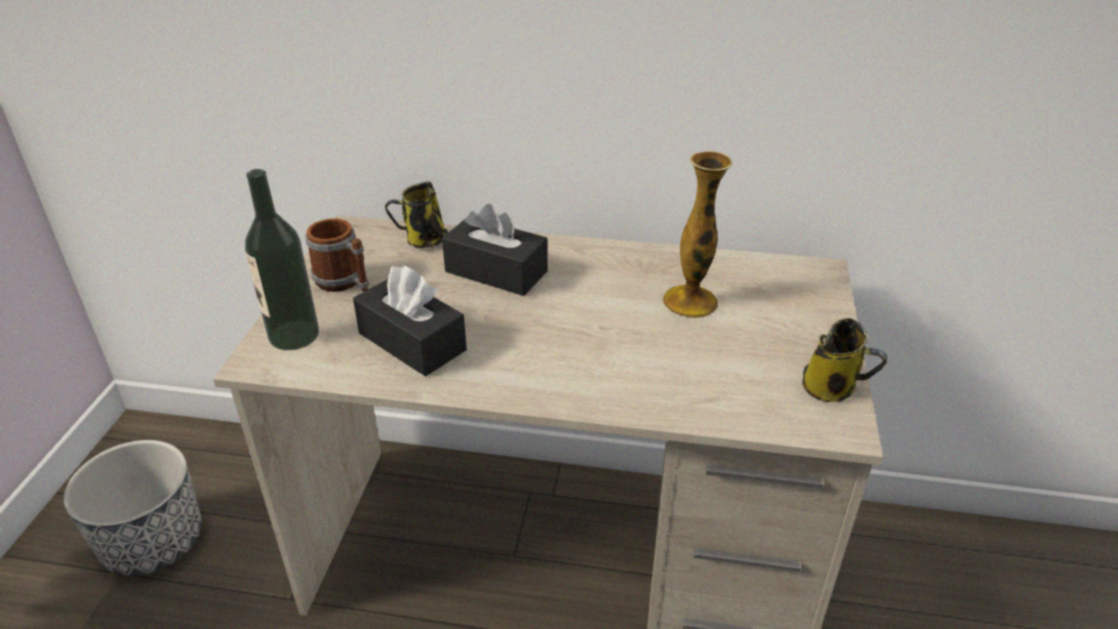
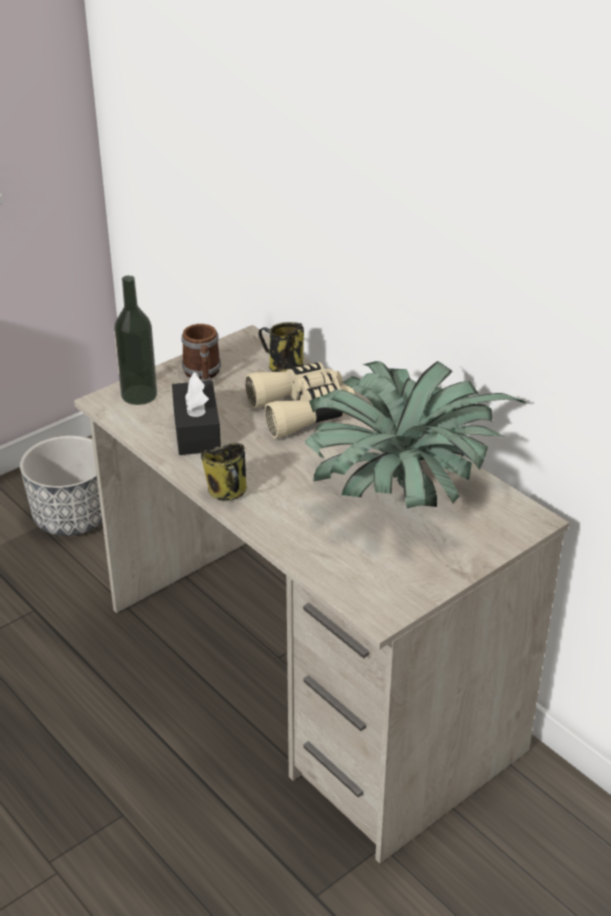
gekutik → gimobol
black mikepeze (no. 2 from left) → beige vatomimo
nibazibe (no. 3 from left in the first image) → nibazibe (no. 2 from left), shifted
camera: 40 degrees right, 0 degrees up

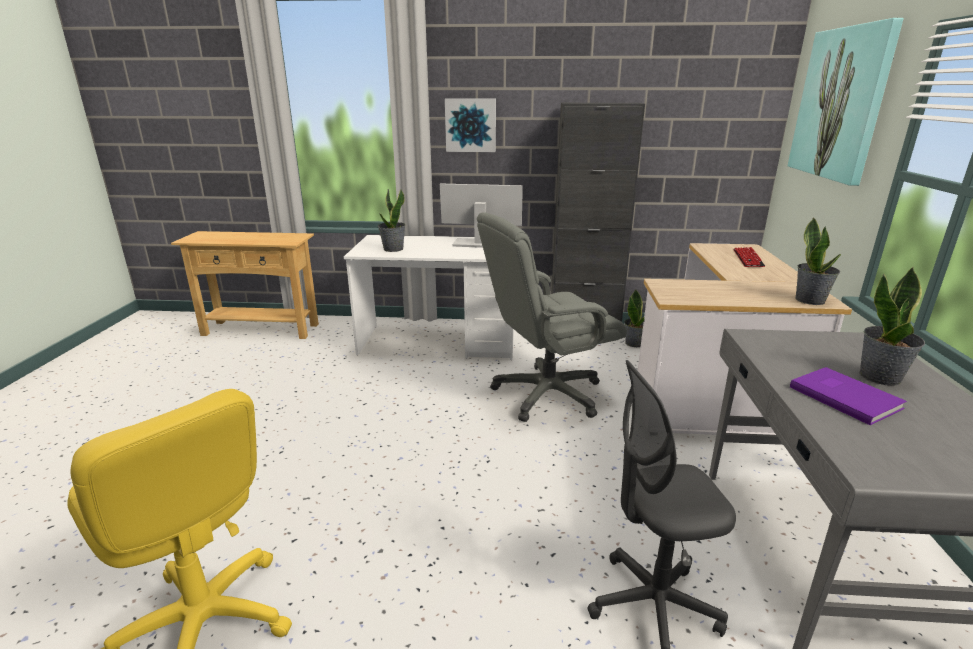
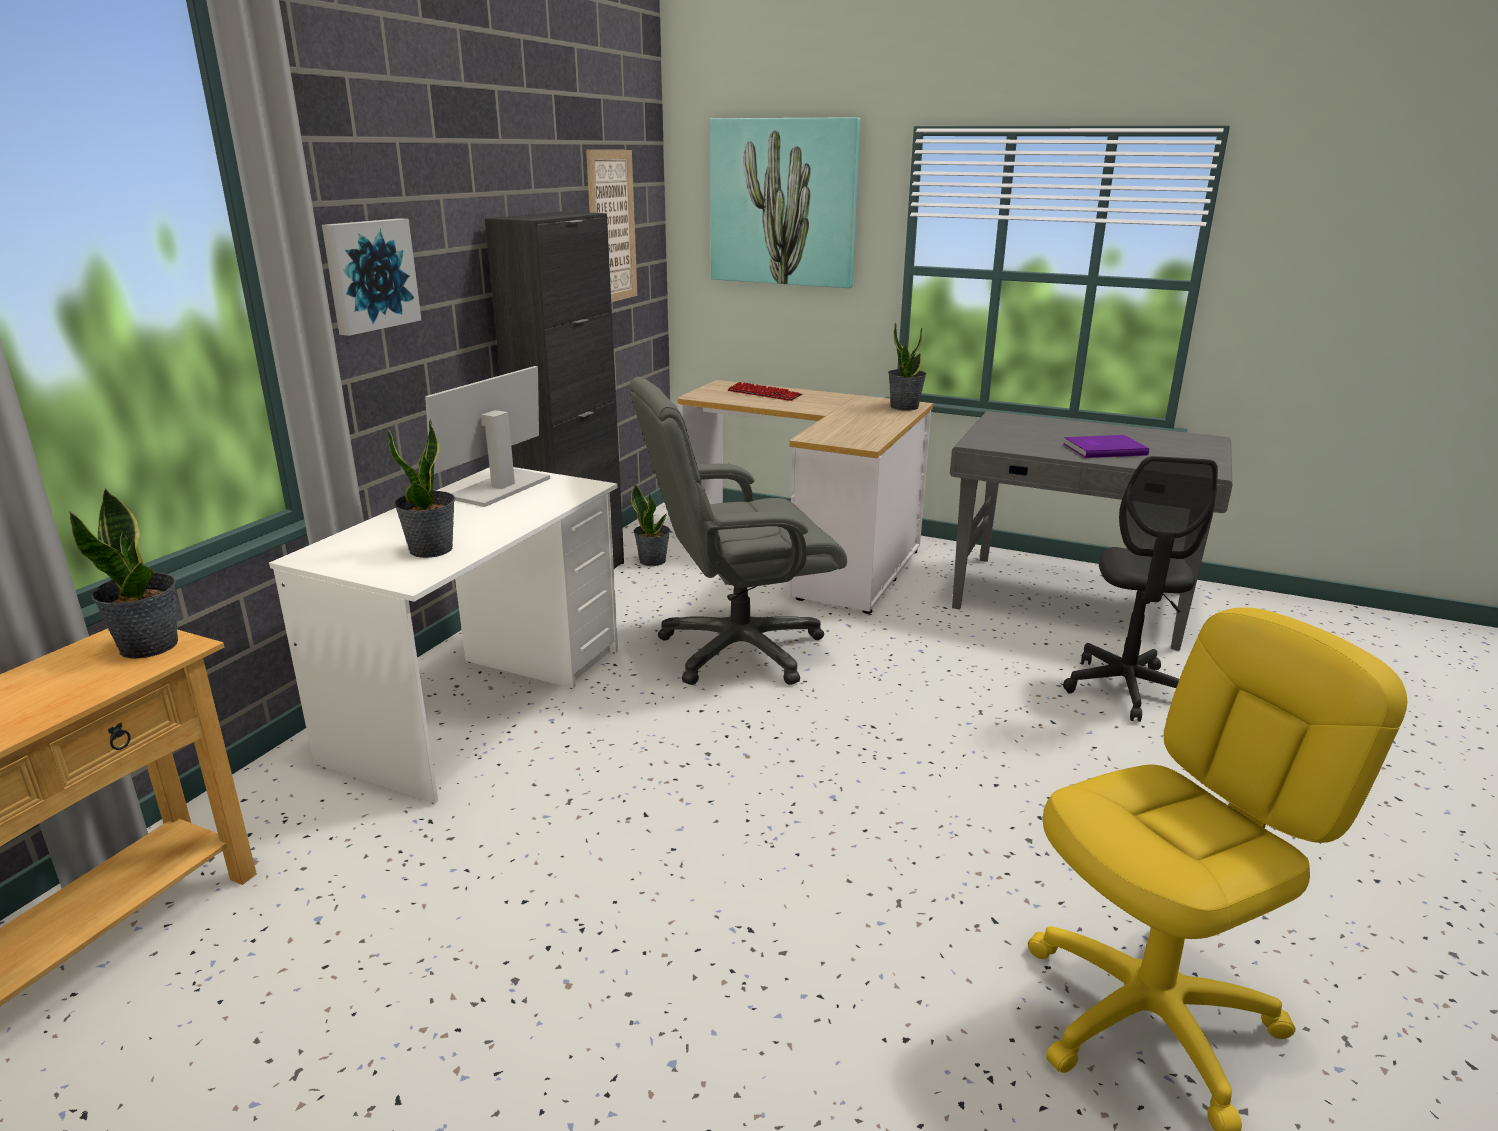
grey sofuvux (no. 1 from left), 75 degrees clockwise
gimobol (no. 4 from left in the first image) → gimobol (no. 1 from left), shifted
- → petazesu (no. 2 from left)
camera: 70 degrees left, 0 degrees up

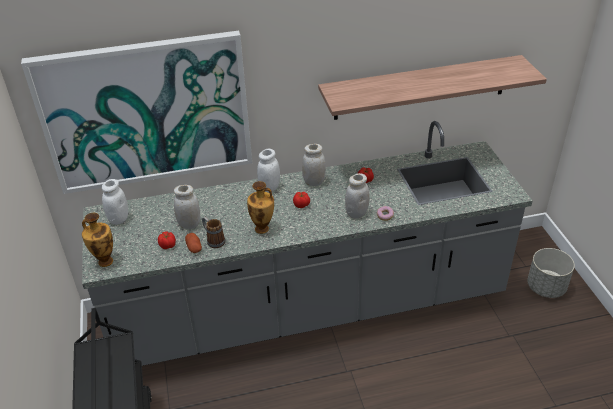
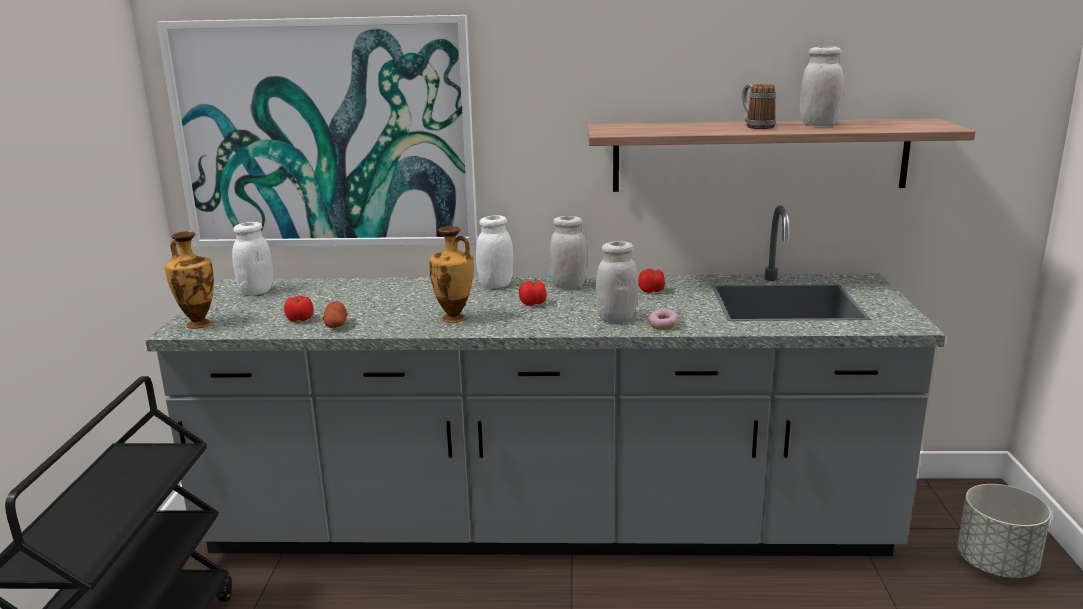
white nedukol (no. 2 from left in the first image) → white nedukol (no. 5 from left), shifted
nibazibe, shifted
camera: 15 degrees right, 20 degrees down

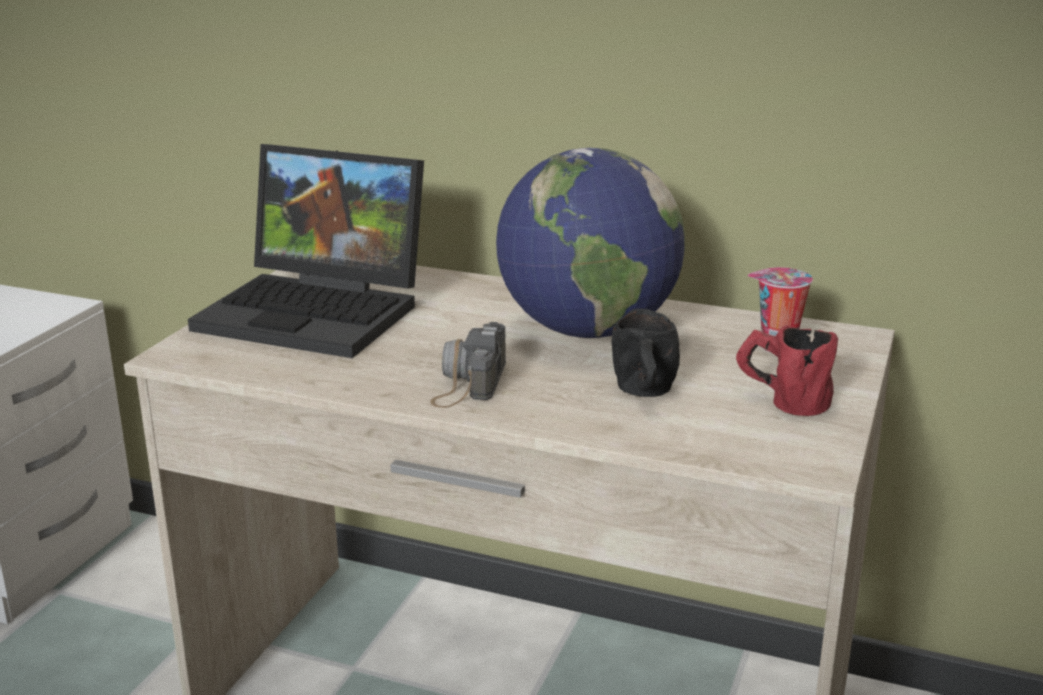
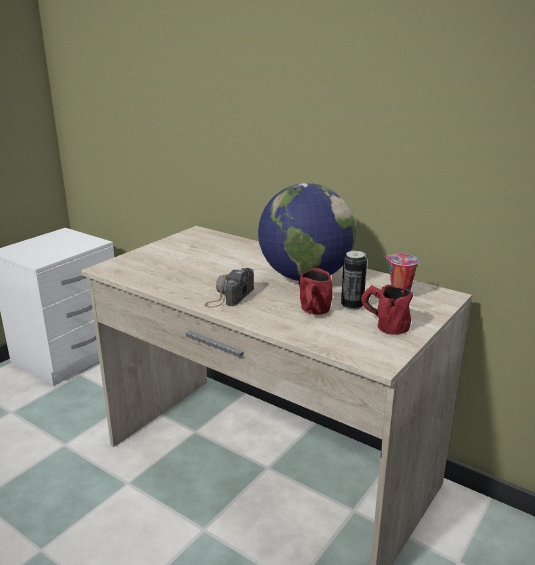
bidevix → -
black nibazibe → red nibazibe (no. 1 from left)
- → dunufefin
camera: 15 degrees right, 0 degrees up

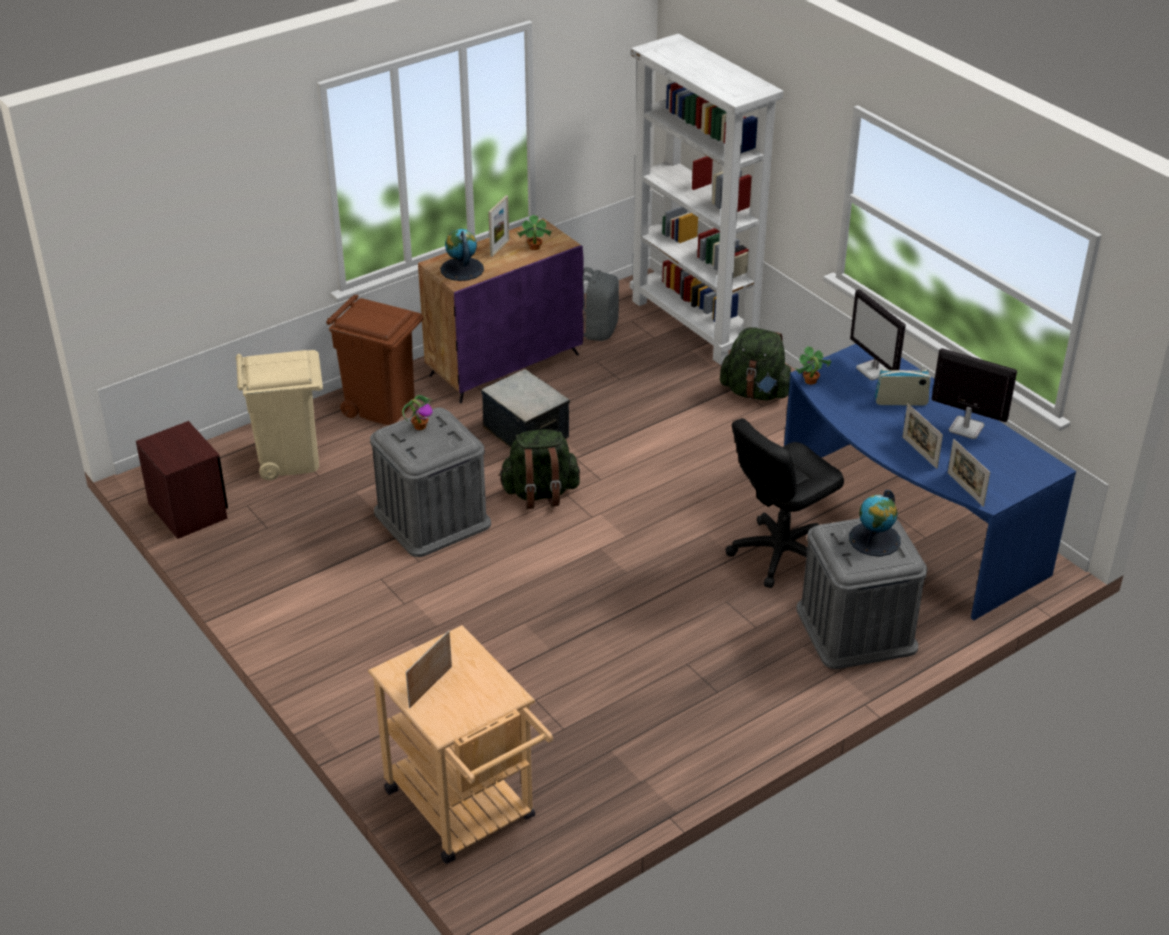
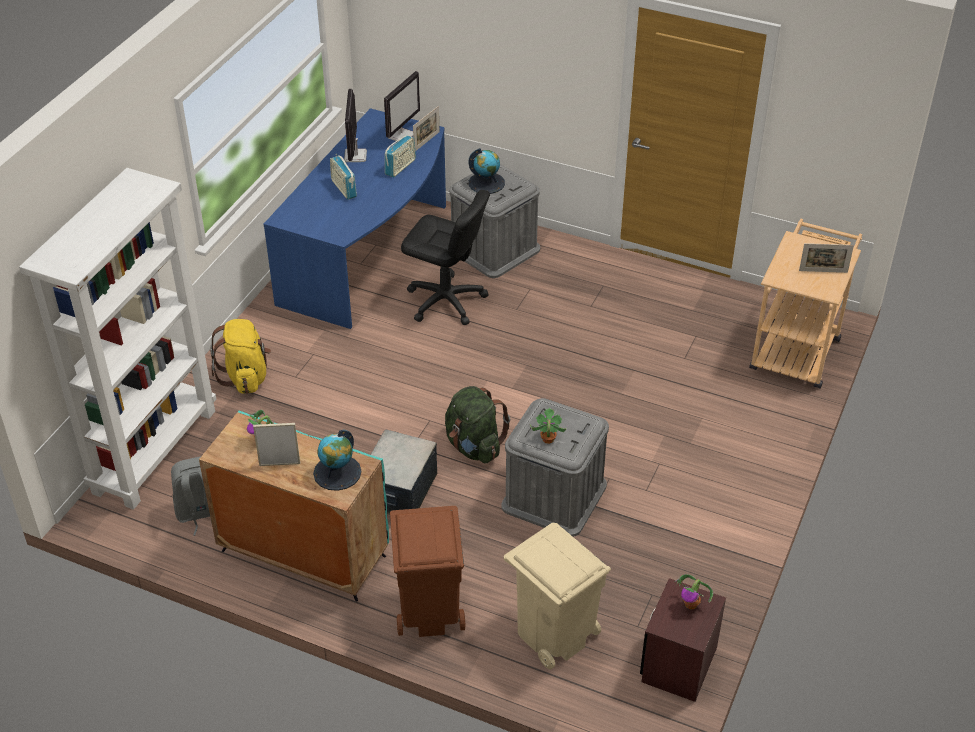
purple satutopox → turquoise satutopox
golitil (no. 1 from left in the first image) → golitil (no. 2 from left), shifted
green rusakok (no. 2 from left) → yellow rusakok
gimobol (no. 3 from left), shifted
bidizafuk (no. 3 from left) → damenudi (no. 2 from left)
camera: 120 degrees left, 5 degrees up

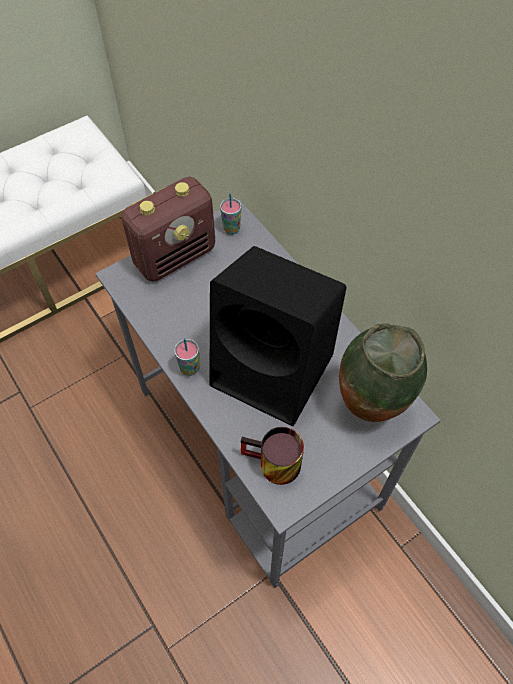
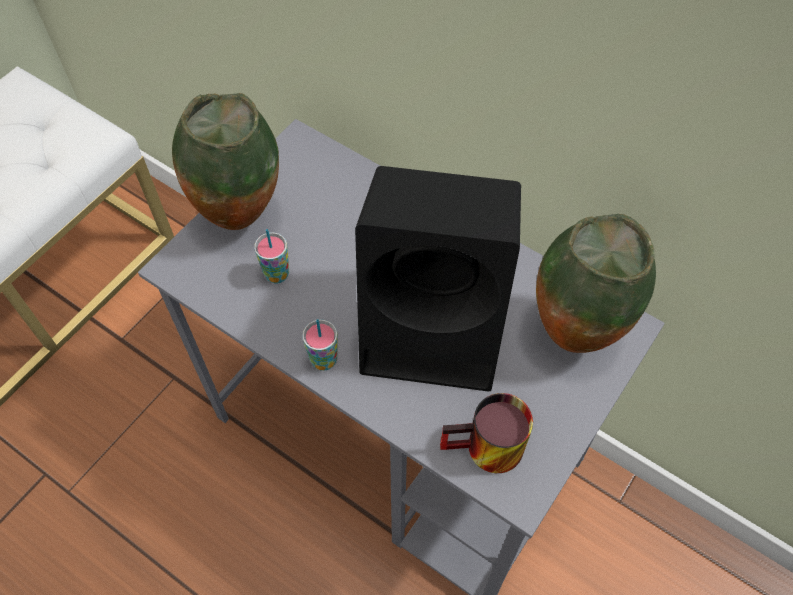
damenudi → gekutik (no. 1 from left)
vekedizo (no. 2 from left in the first image) → vekedizo (no. 1 from left), shifted
camera: 20 degrees left, 0 degrees up

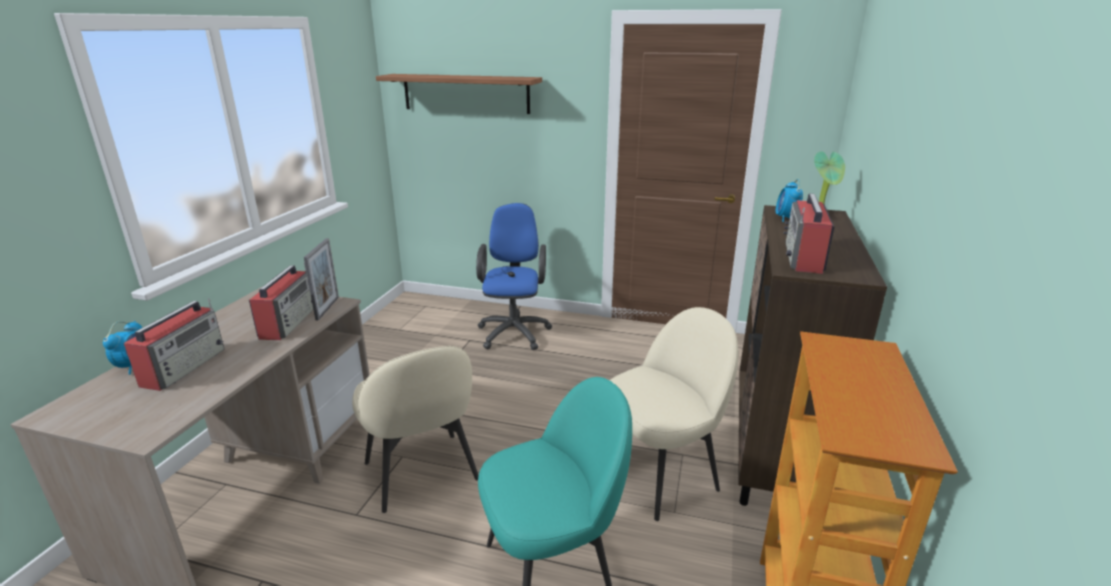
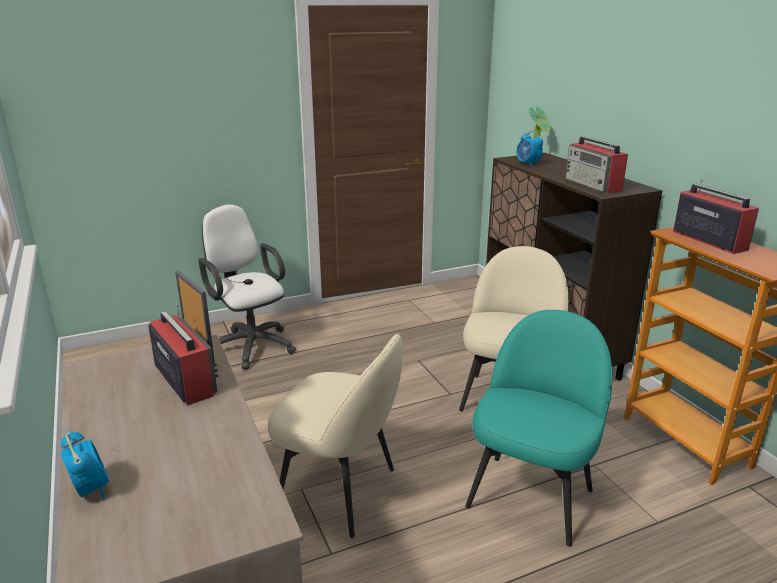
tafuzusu → -
blue sofuvux → white sofuvux
damenudi (no. 1 from left in the first image) → damenudi (no. 3 from left), shifted
camera: 40 degrees left, 0 degrees up

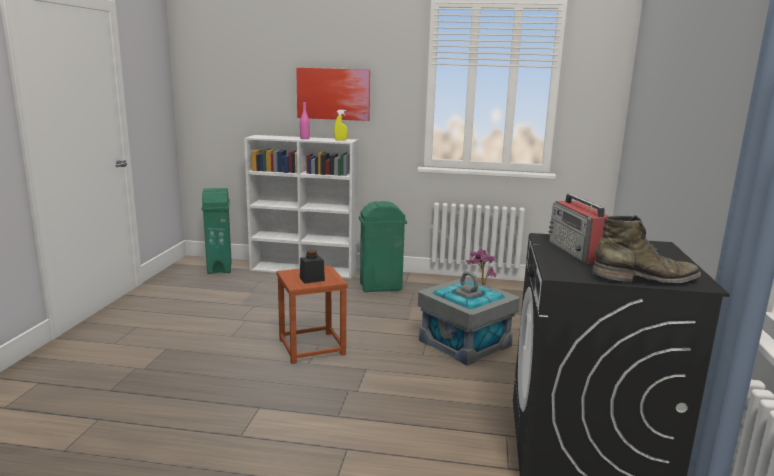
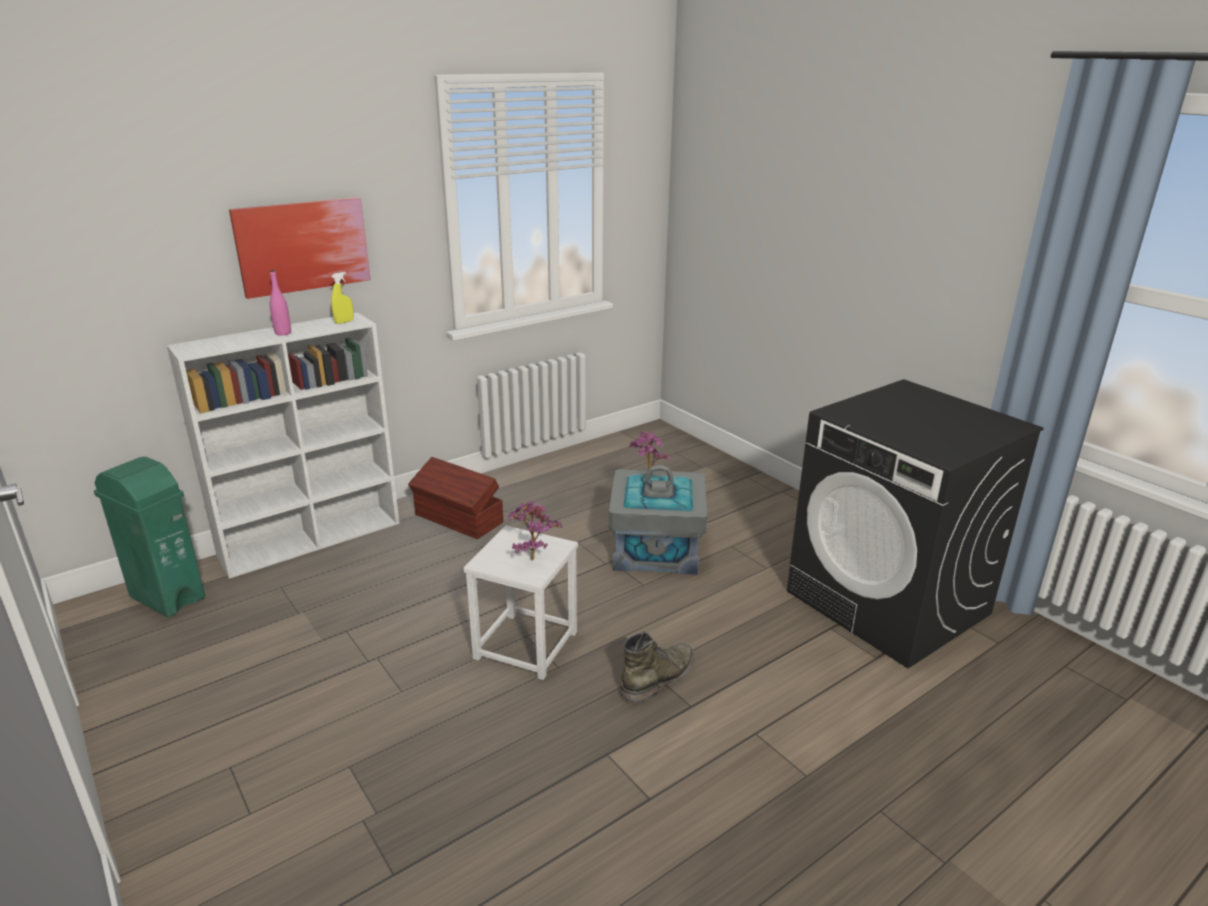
damenudi → -
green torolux (no. 2 from left) → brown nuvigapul
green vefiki, shifted
black nedukol → gimobol (no. 1 from left)
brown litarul → white litarul
camera: 45 degrees left, 10 degrees up

